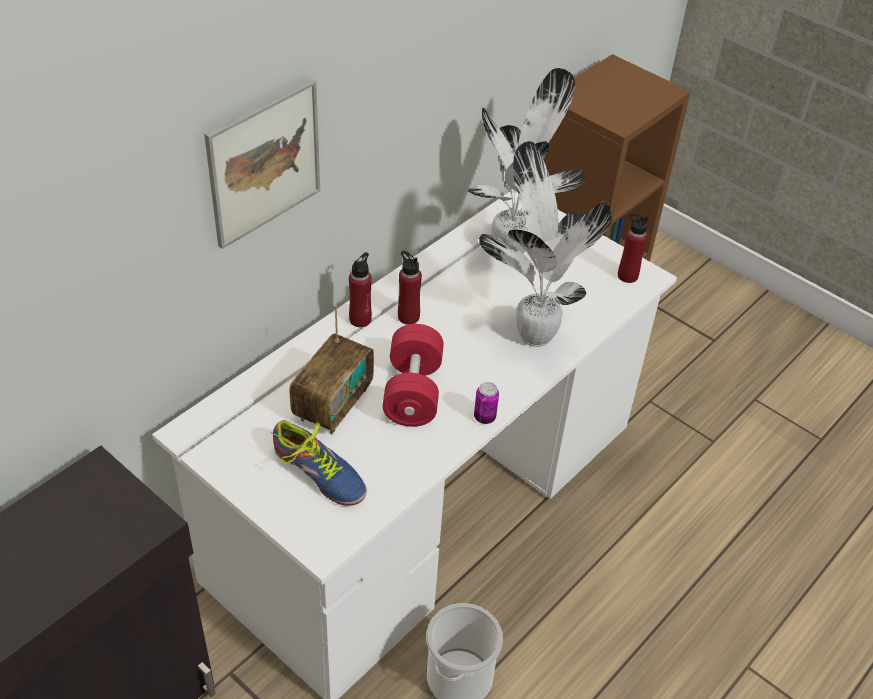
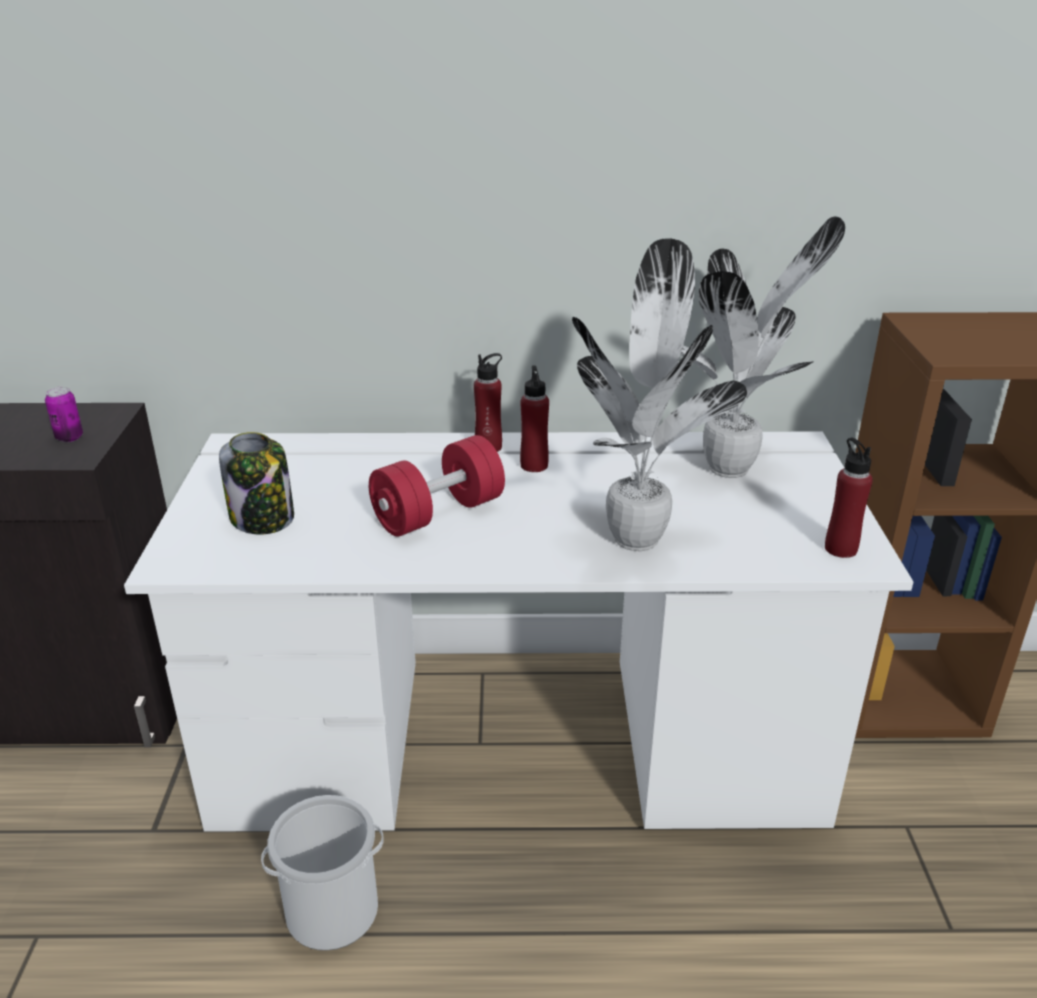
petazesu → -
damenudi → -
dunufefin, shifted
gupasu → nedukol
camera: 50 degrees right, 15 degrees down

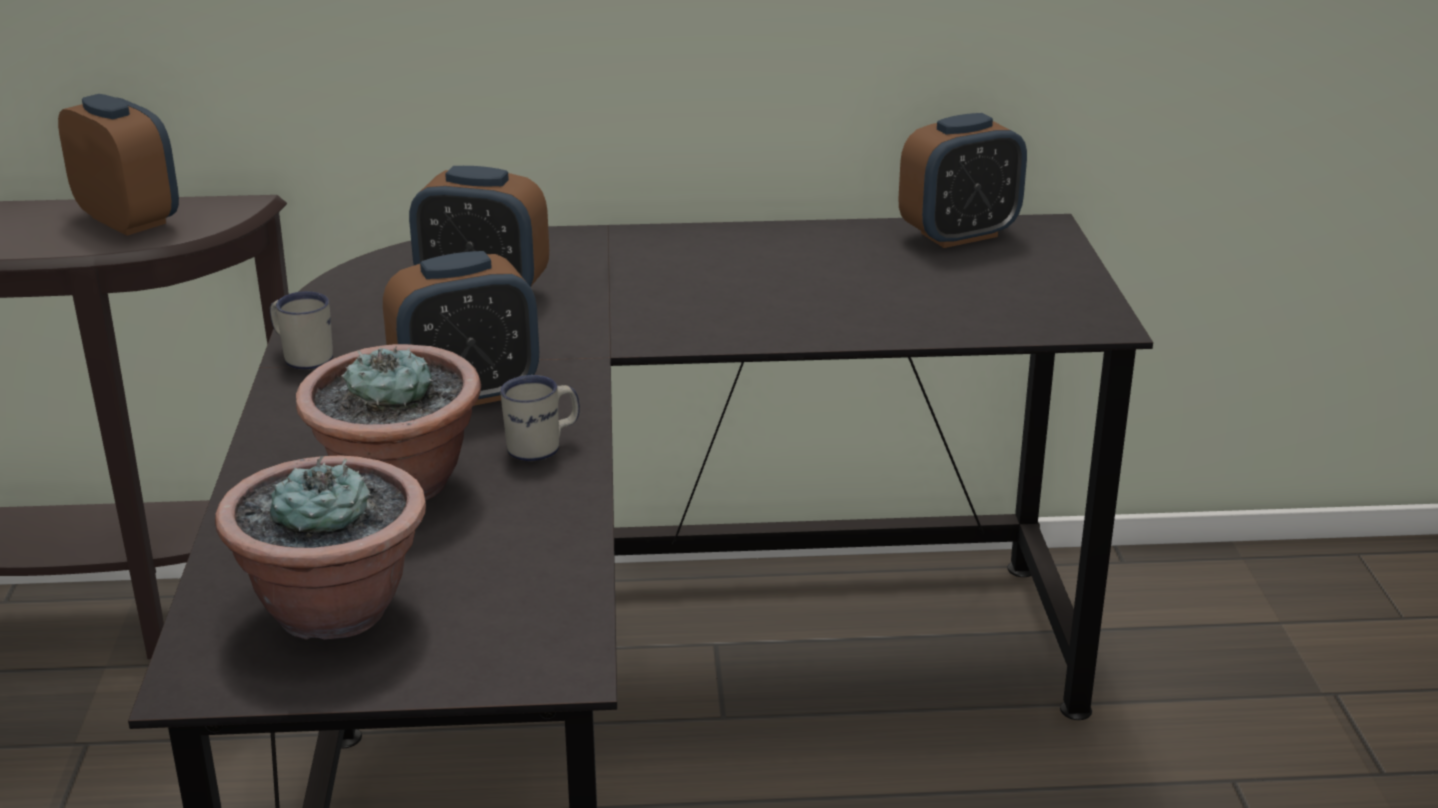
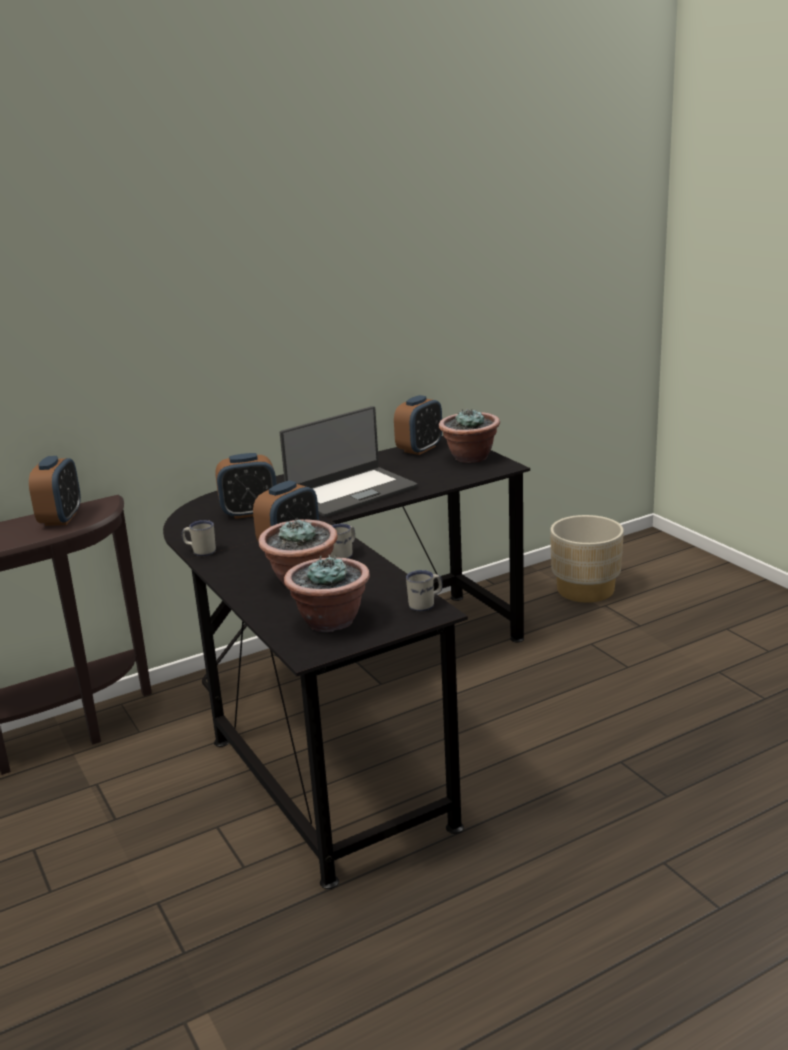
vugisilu (no. 1 from left), 75 degrees clockwise
- → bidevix
- → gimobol (no. 3 from left)
- → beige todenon
- → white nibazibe (no. 3 from left)
camera: 25 degrees left, 5 degrees down

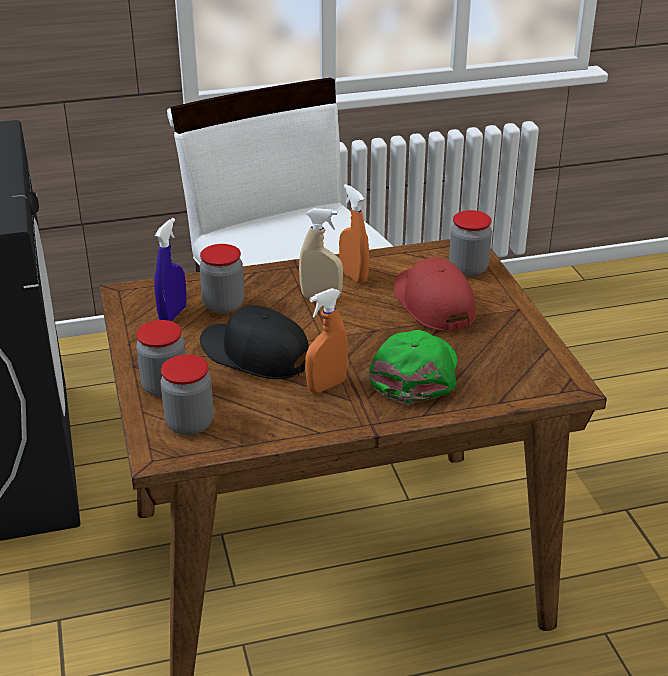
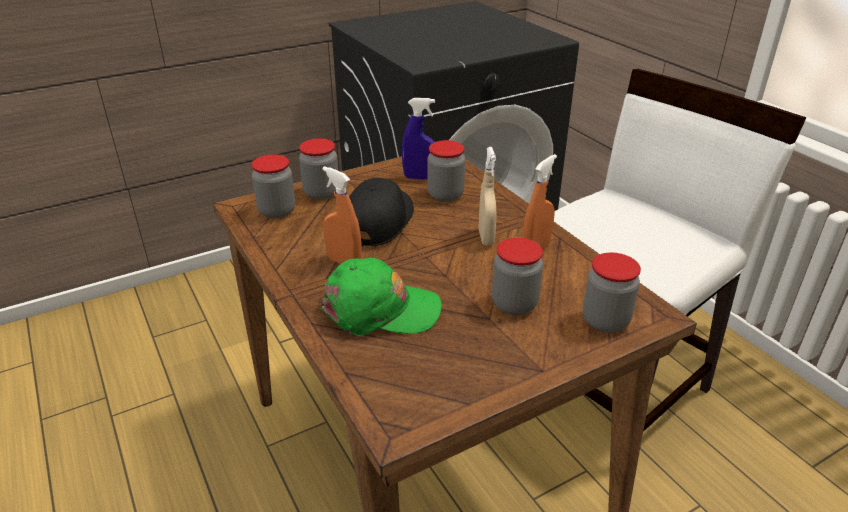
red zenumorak → nedukol (no. 4 from left)
camera: 75 degrees right, 0 degrees up

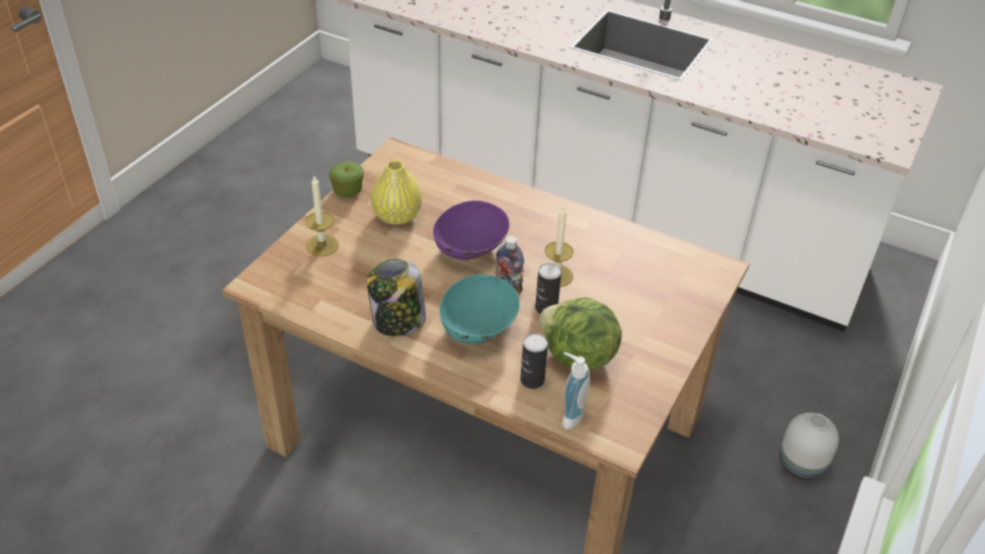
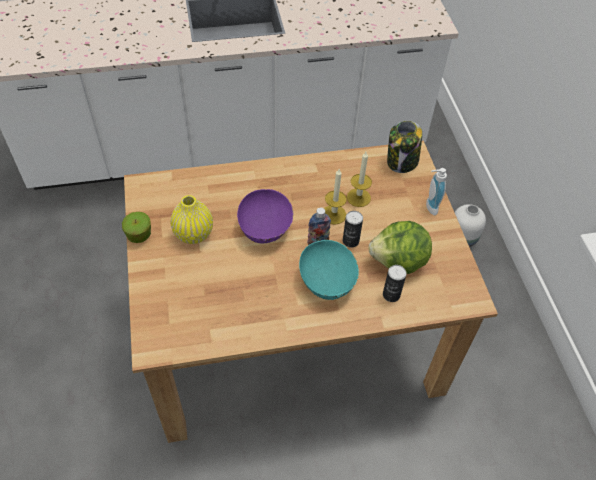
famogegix (no. 1 from left in the first image) → famogegix (no. 2 from left), shifted
nedukol, shifted
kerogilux, shifted
camera: 40 degrees left, 10 degrees up

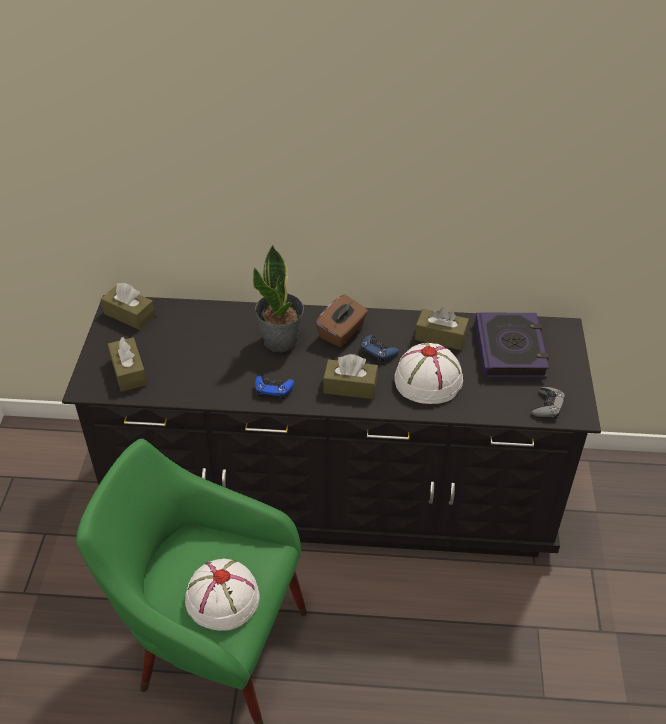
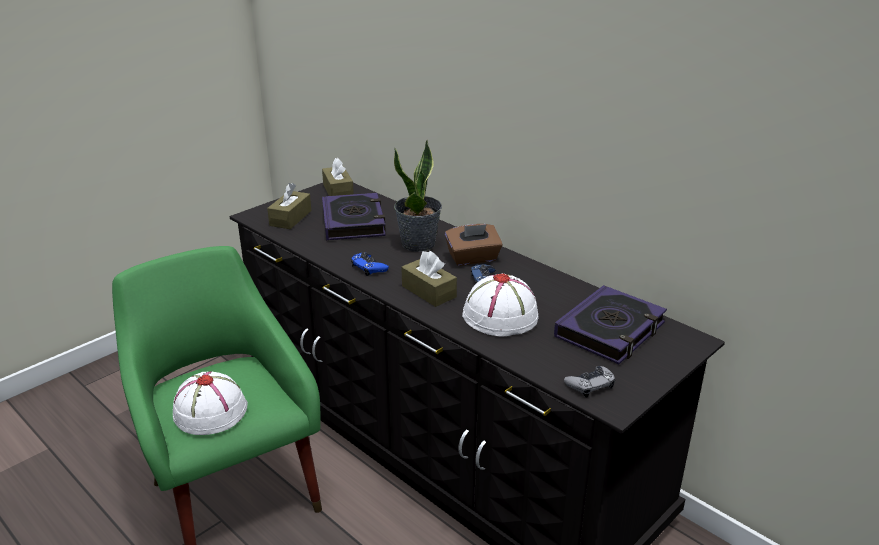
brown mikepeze (no. 5 from left) → -
- → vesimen (no. 1 from left)
camera: 40 degrees right, 15 degrees down

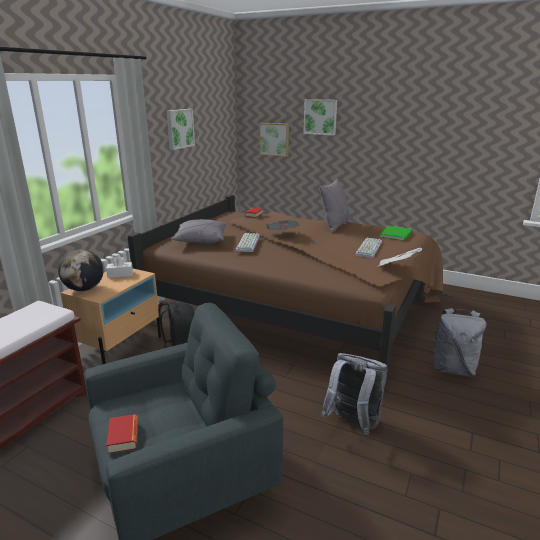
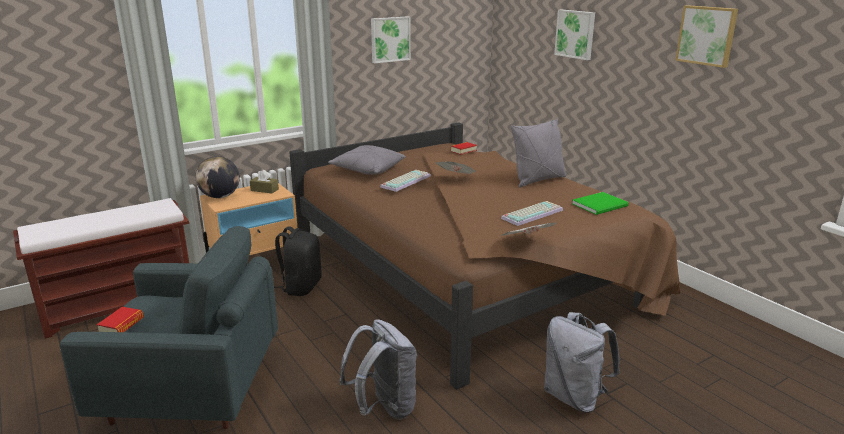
petazesu (no. 2 from left in the first image) → petazesu (no. 3 from left), shifted
white mikepeze → brown mikepeze
camera: 30 degrees right, 0 degrees up

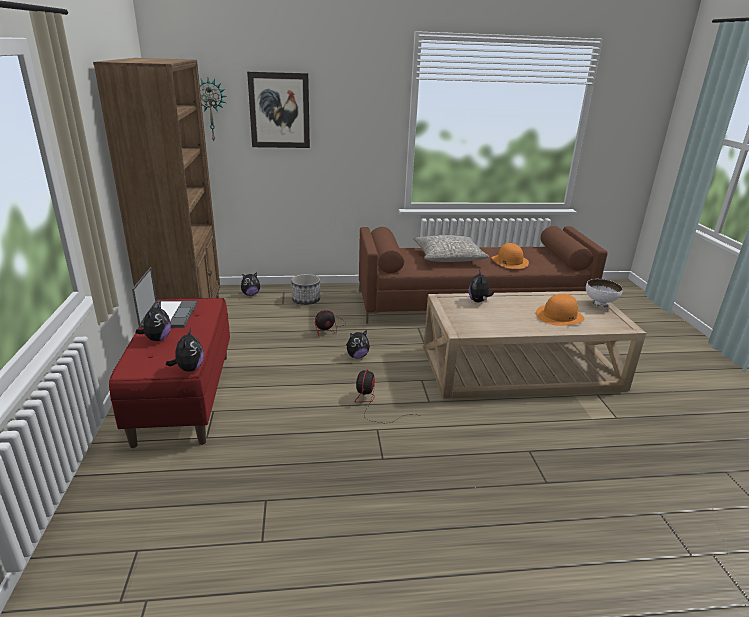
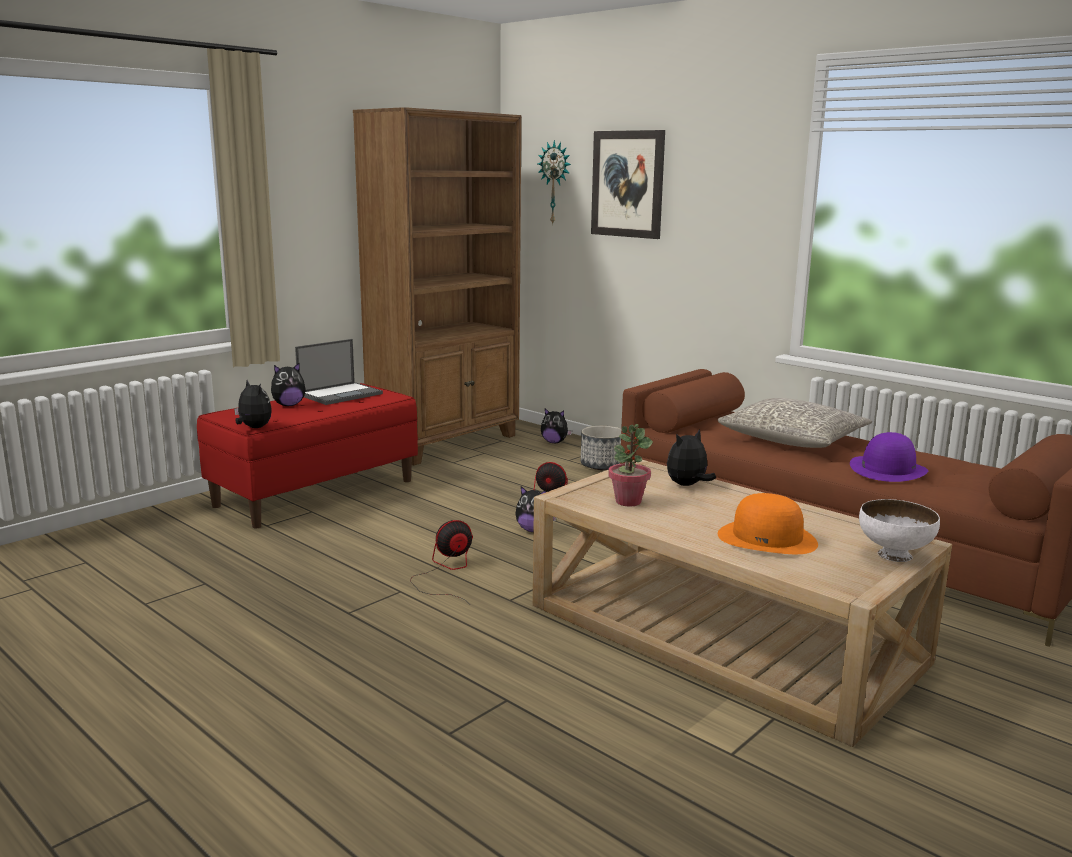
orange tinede (no. 1 from left) → purple tinede
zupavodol (no. 2 from left in the first image) → zupavodol (no. 1 from left), 90 degrees counterclockwise
- → gimobol
camera: 50 degrees right, 10 degrees down

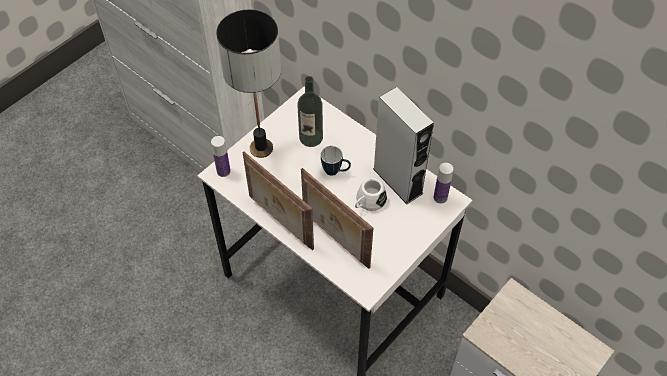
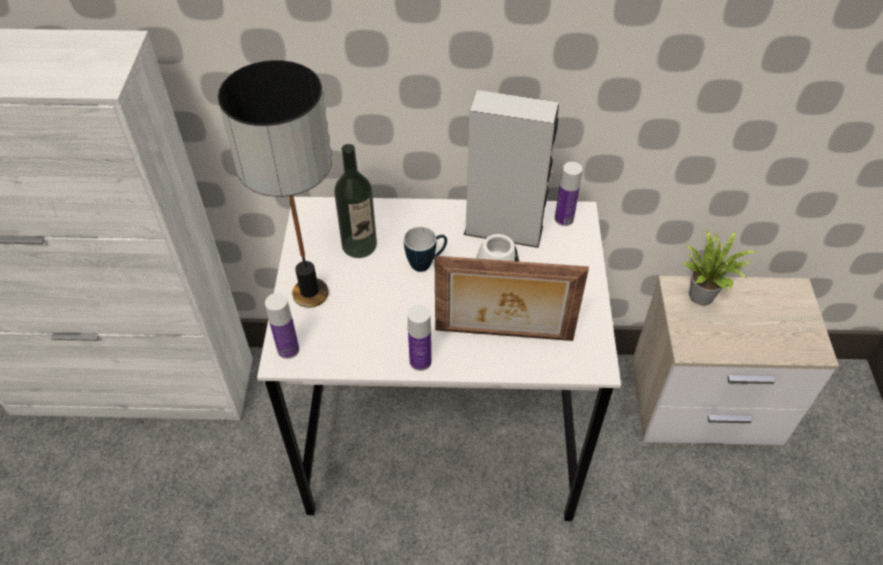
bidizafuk (no. 1 from left) → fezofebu (no. 3 from left)
- → gimobol
camera: 40 degrees left, 5 degrees down

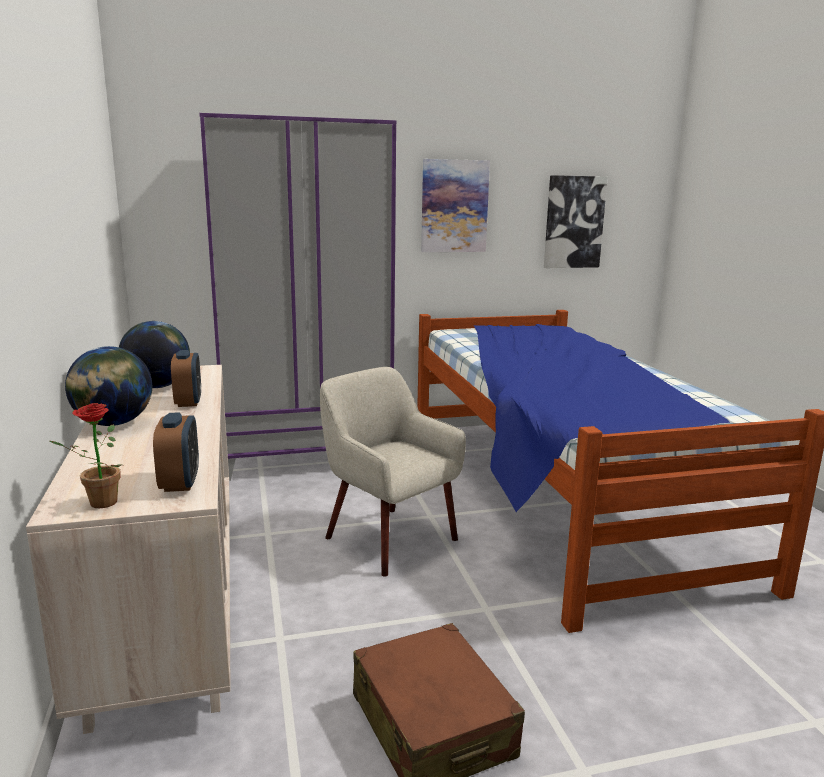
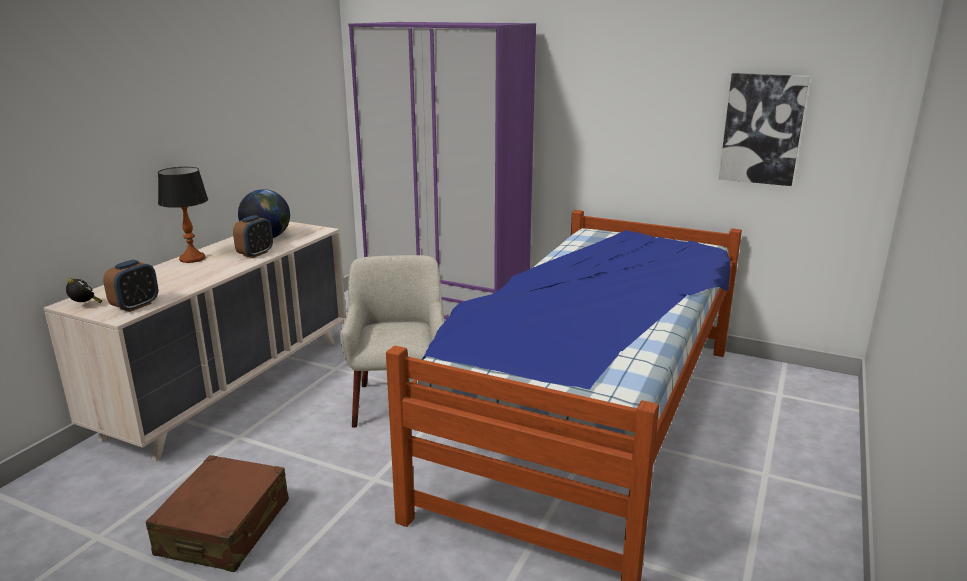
petazesu (no. 1 from left) → -
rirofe (no. 1 from left) → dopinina
gimobol → vugisilu (no. 1 from left)
camera: 40 degrees right, 5 degrees up

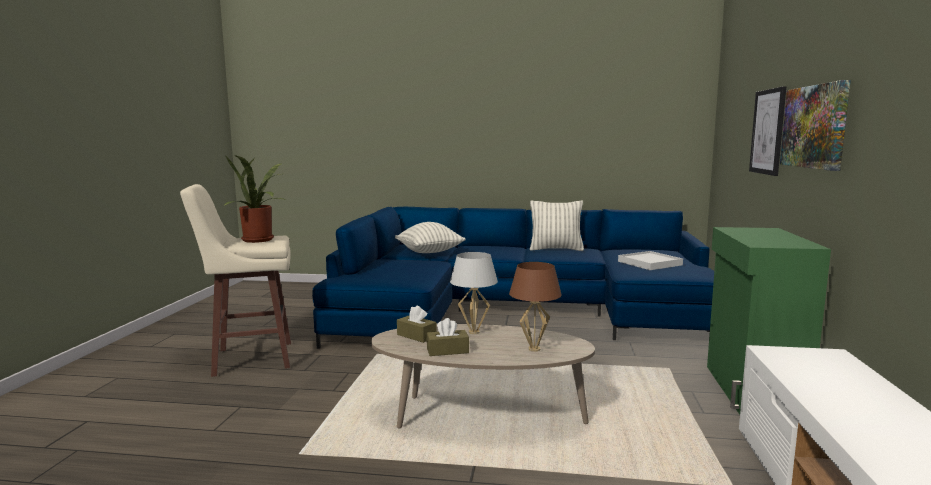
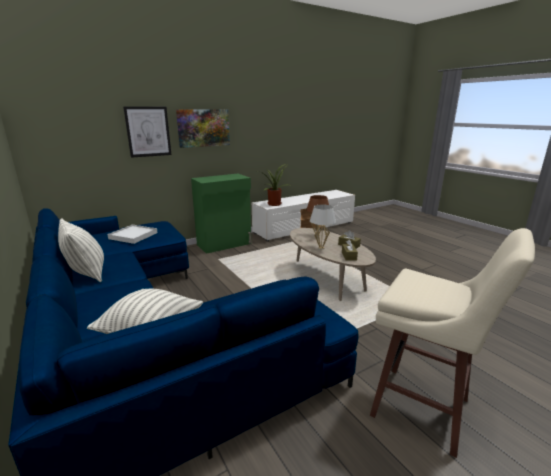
gimobol, shifted
camera: 130 degrees left, 10 degrees up

